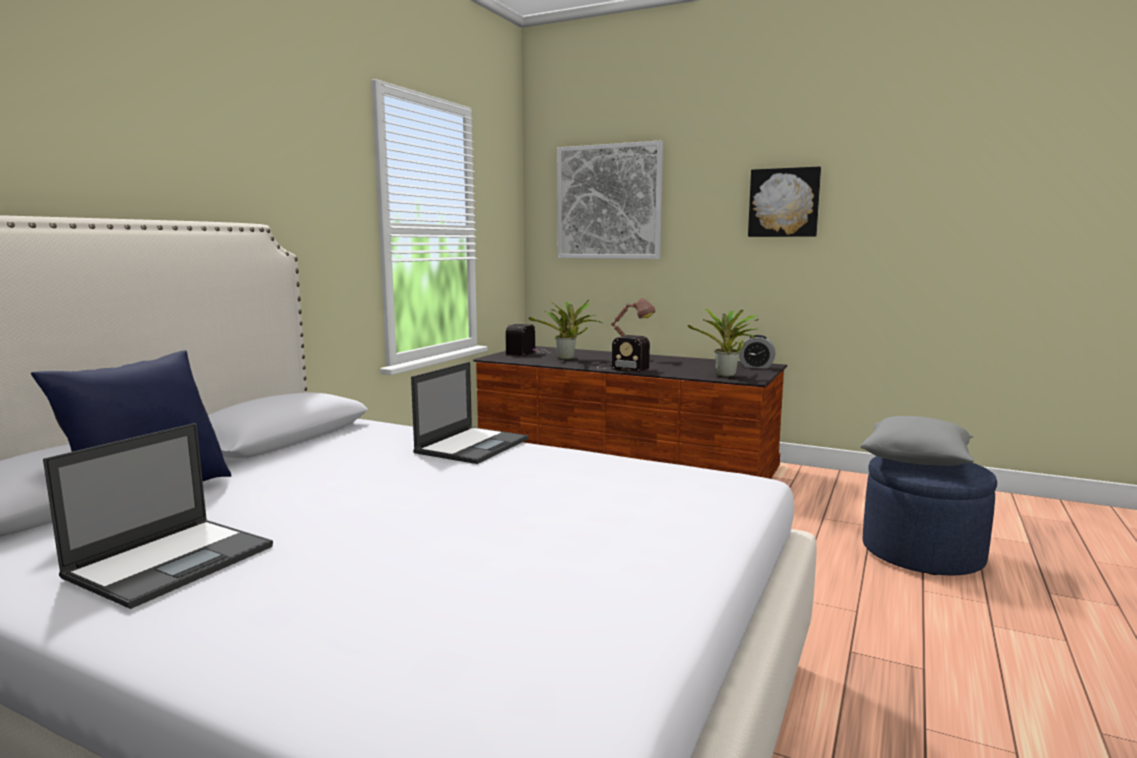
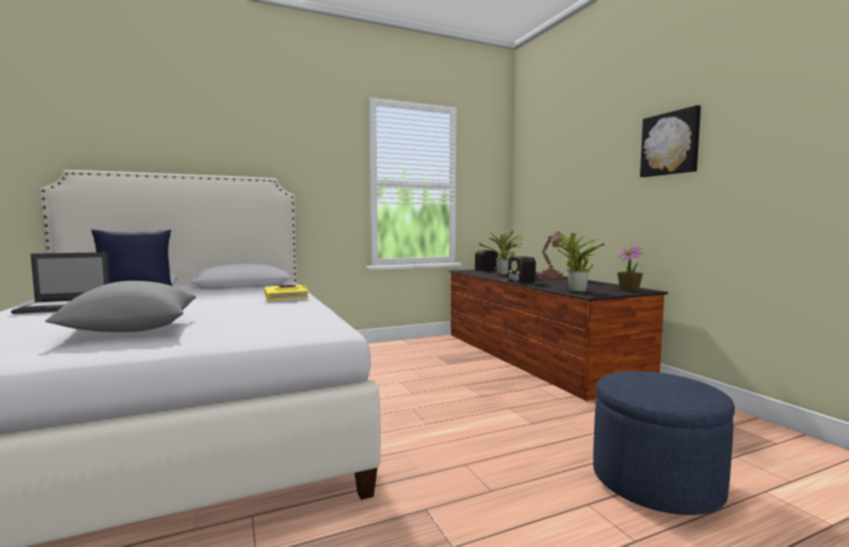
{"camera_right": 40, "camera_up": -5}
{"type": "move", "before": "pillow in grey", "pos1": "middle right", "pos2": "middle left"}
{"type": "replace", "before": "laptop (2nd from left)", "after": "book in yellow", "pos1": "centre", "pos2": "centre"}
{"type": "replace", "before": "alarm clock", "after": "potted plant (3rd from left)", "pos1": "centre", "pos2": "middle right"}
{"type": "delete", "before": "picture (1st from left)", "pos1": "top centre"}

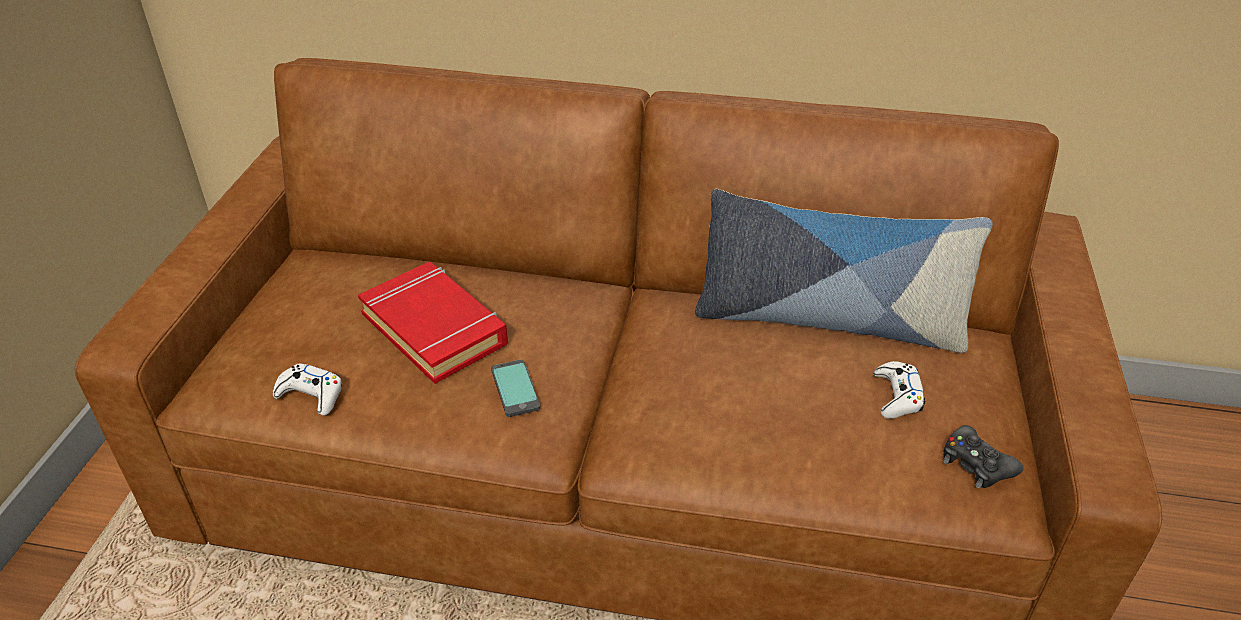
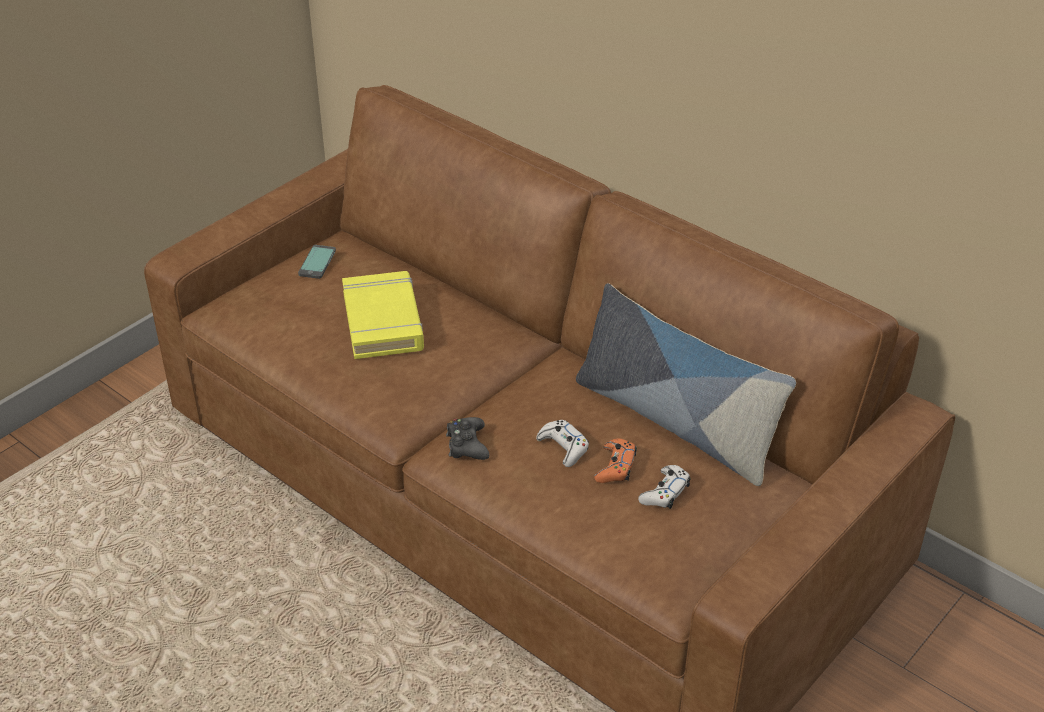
{"camera_right": 30, "camera_up": 0}
{"type": "move", "before": "phone", "pos1": "centre", "pos2": "middle left"}
{"type": "recolor", "before": "book in red", "after": "book in yellow", "pos1": "centre", "pos2": "centre"}
{"type": "move", "before": "game controller in black", "pos1": "bottom right", "pos2": "centre"}
{"type": "move", "before": "game controller in white (1st from left)", "pos1": "middle left", "pos2": "centre"}
{"type": "insert", "after": "game controller in orange", "pos2": "centre"}

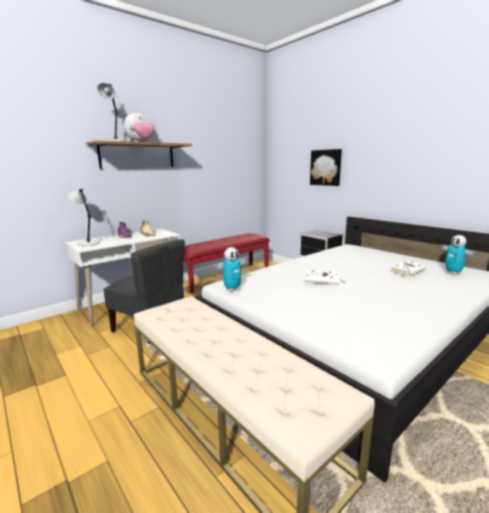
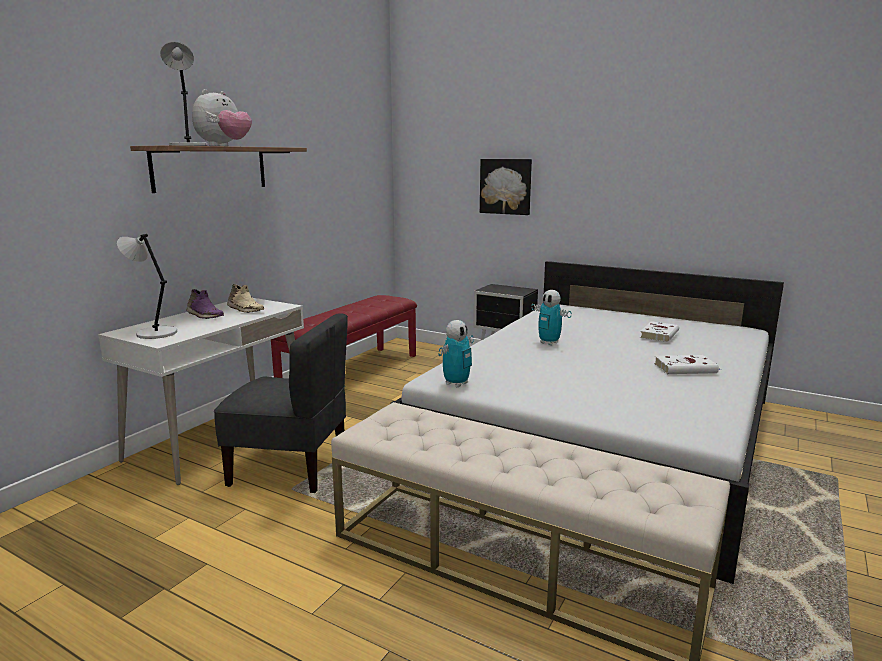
{"camera_right": -20, "camera_up": 0}
{"type": "move", "before": "toy robot (2nd from left)", "pos1": "middle right", "pos2": "centre"}
{"type": "move", "before": "book in white (1st from left in the first image)", "after": "book in white (2nd from left)", "pos1": "centre", "pos2": "middle right"}

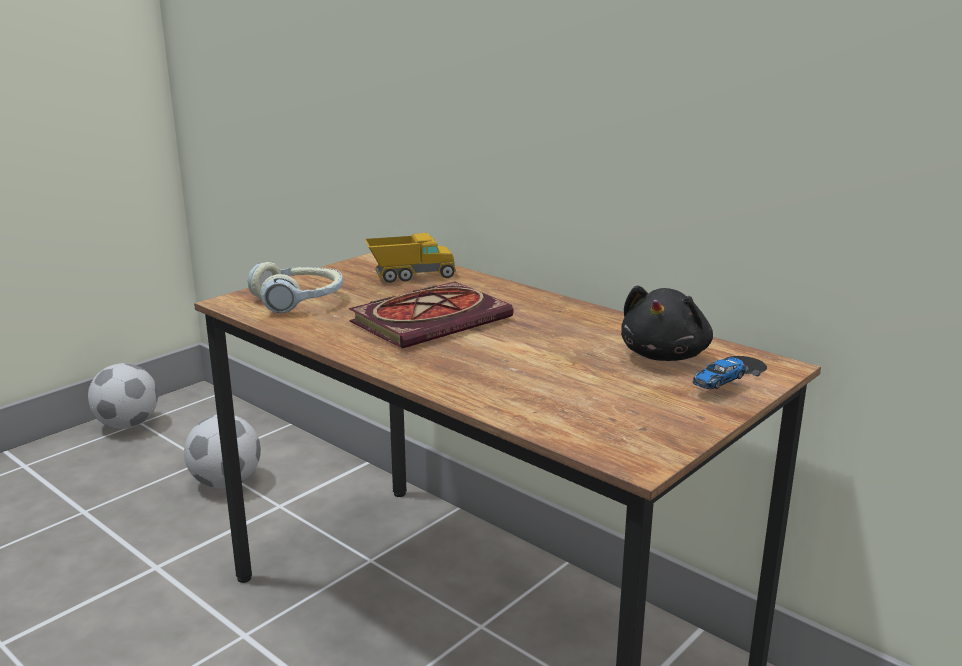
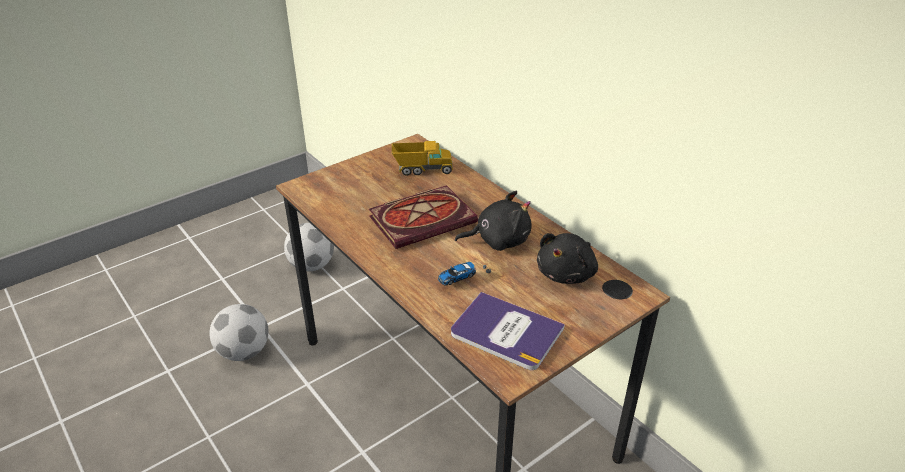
{"camera_right": 10, "camera_up": 15}
{"type": "move", "before": "football (1st from left)", "pos1": "middle left", "pos2": "bottom left"}
{"type": "move", "before": "toy car", "pos1": "middle right", "pos2": "centre"}
{"type": "insert", "after": "book (2nd from left)", "pos2": "bottom centre"}
{"type": "insert", "after": "plush toy in black (1st from left)", "pos2": "centre"}
{"type": "delete", "before": "headphones", "pos1": "middle left"}

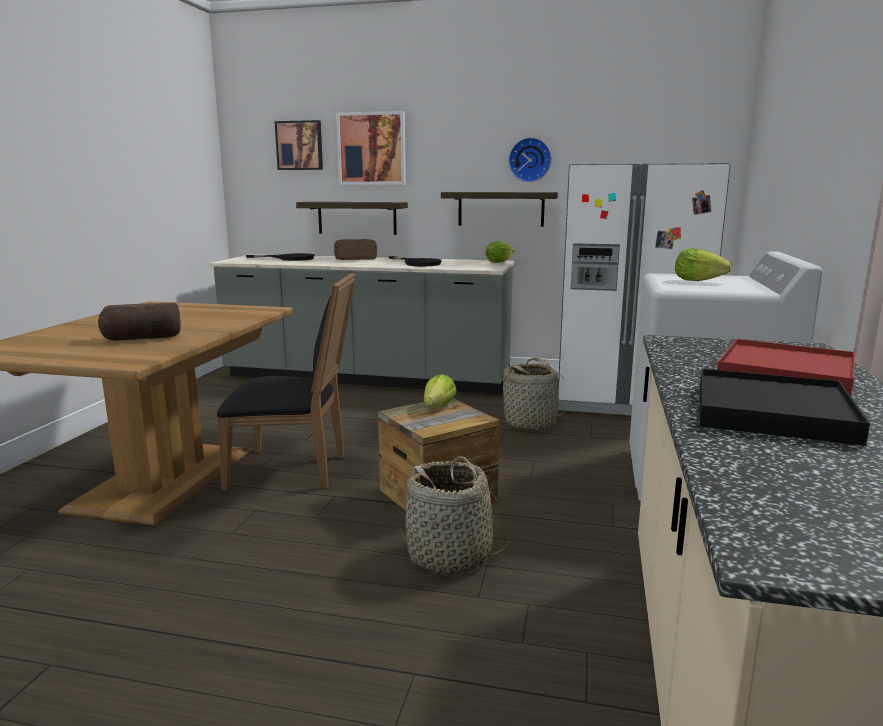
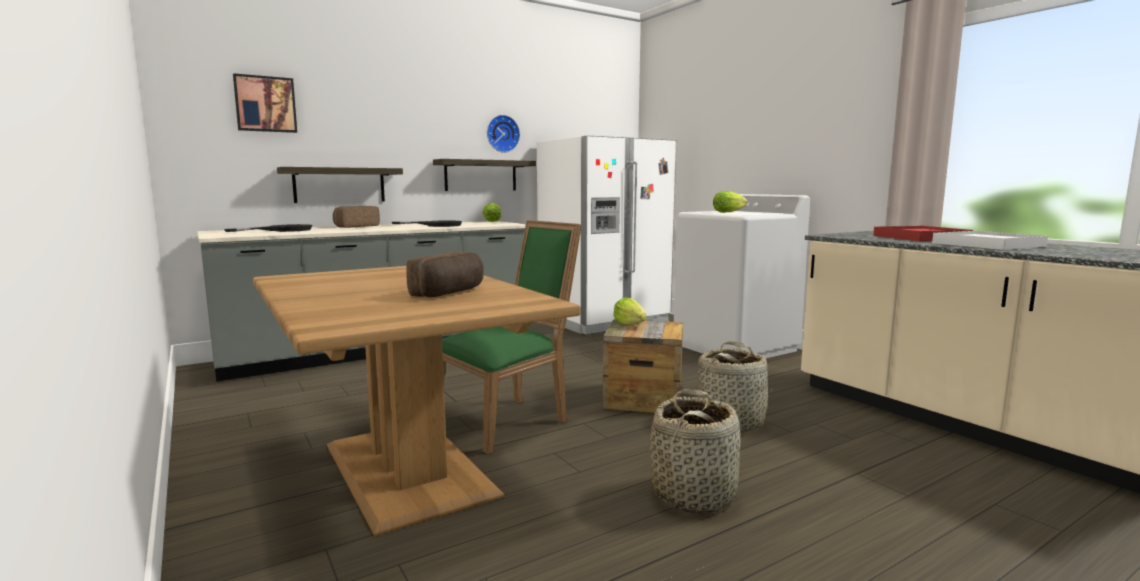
{"camera_right": -45, "camera_up": -5}
{"type": "recolor", "before": "chair in black", "after": "chair in green", "pos1": "middle left", "pos2": "centre"}
{"type": "move", "before": "basket (2nd from left in the first image)", "after": "basket (1st from left)", "pos1": "centre", "pos2": "bottom centre"}
{"type": "recolor", "before": "tray in black", "after": "tray in white", "pos1": "middle right", "pos2": "middle right"}
{"type": "delete", "before": "picture (2nd from left)", "pos1": "top centre"}

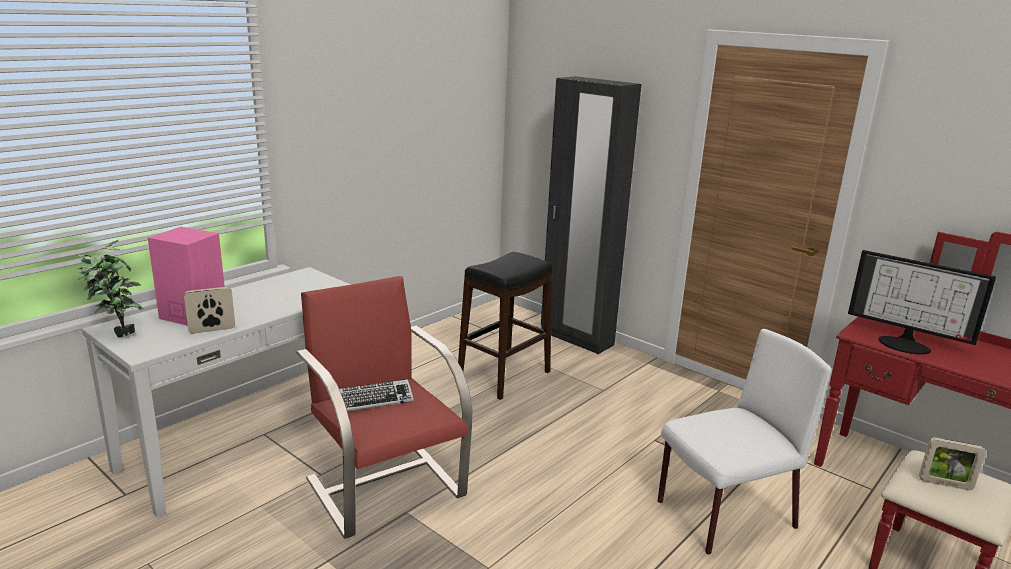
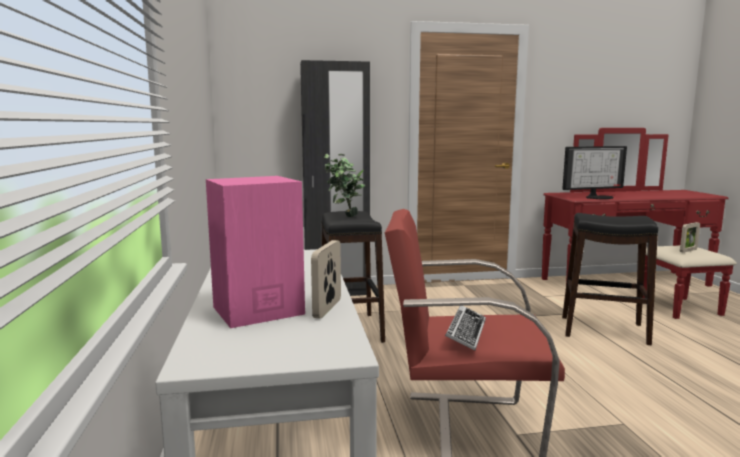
{"camera_right": -50, "camera_up": -10}
{"type": "move", "before": "potted plant", "pos1": "middle left", "pos2": "centre"}
{"type": "replace", "before": "chair in white", "after": "stool in black (2nd from left)", "pos1": "bottom right", "pos2": "middle right"}

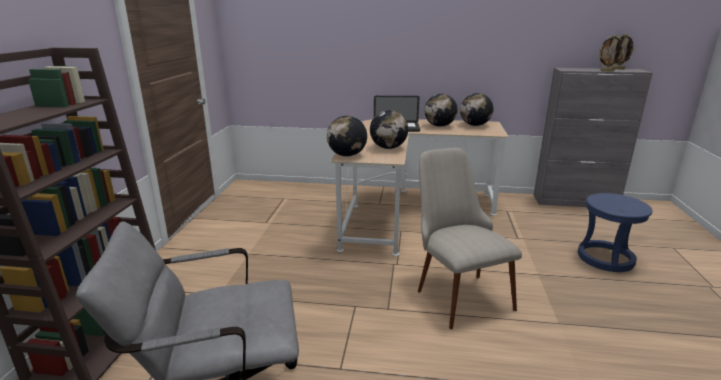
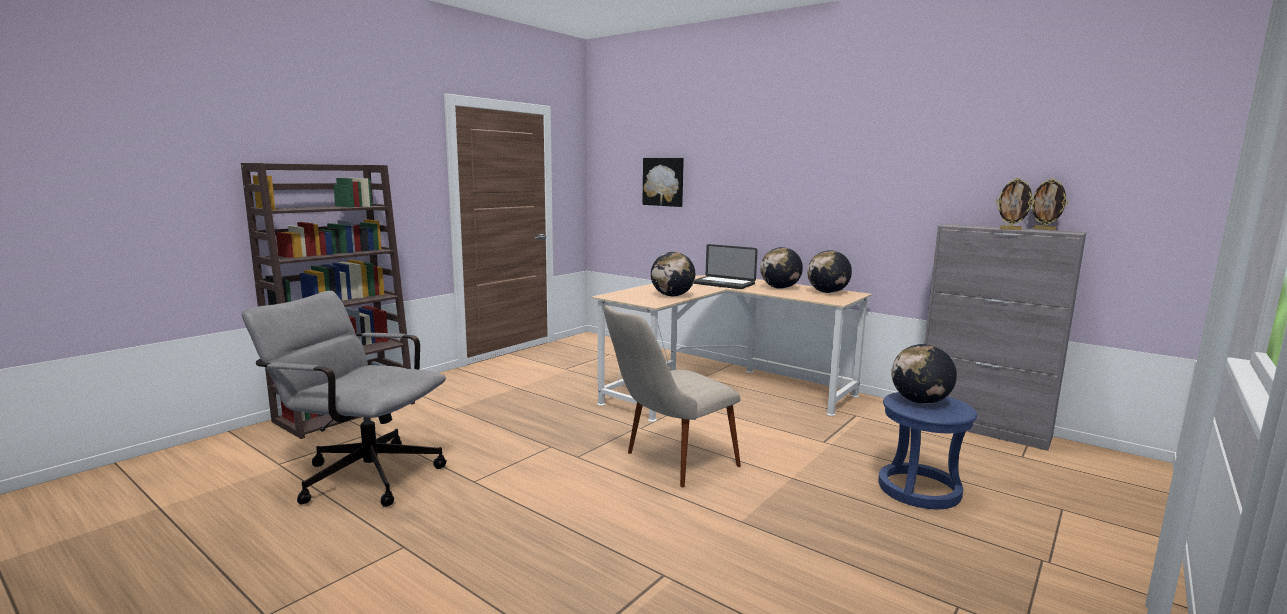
{"camera_right": 30, "camera_up": -10}
{"type": "rotate", "before": "chair in beige", "pos1": "centre", "pos2": "centre", "turn": -135}
{"type": "insert", "after": "picture", "pos2": "top centre"}
{"type": "move", "before": "globe (1st from left in the first image)", "after": "globe (4th from left)", "pos1": "centre", "pos2": "middle right"}

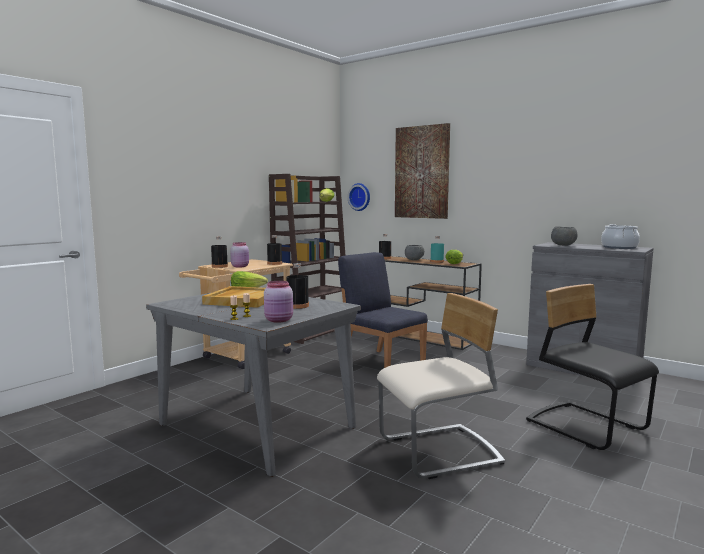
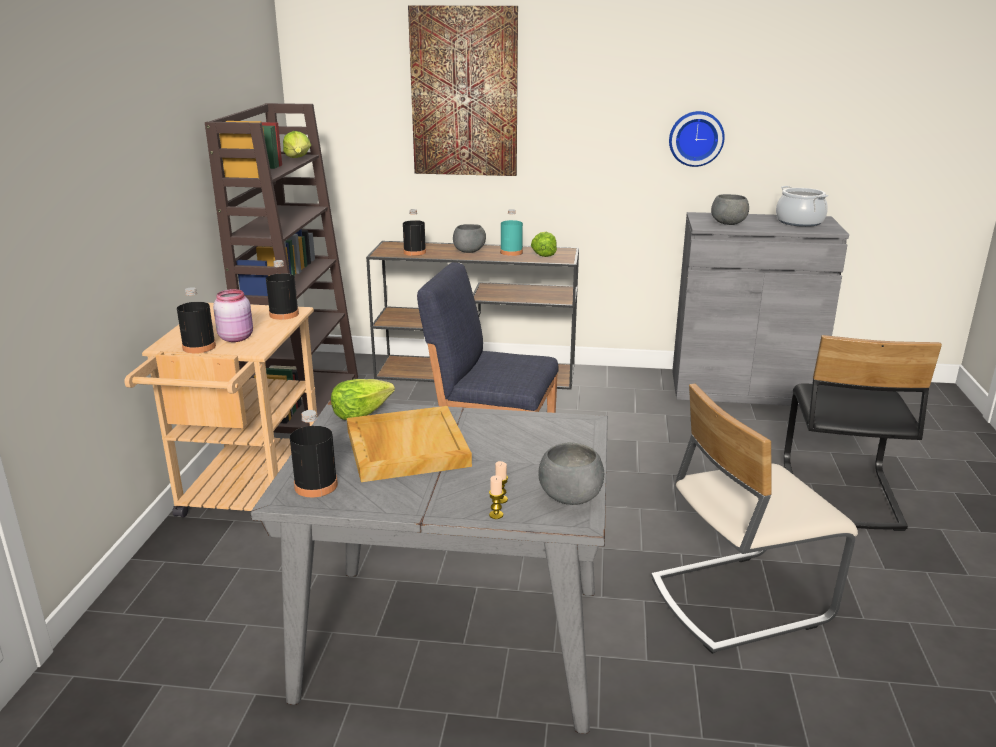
{"camera_right": -30, "camera_up": 15}
{"type": "move", "before": "bottle in black (3rd from left)", "pos1": "centre", "pos2": "middle left"}
{"type": "replace", "before": "jar in pink (2nd from left)", "after": "bowl in grey (2nd from left)", "pos1": "centre", "pos2": "centre"}
{"type": "rotate", "before": "chair in beige", "pos1": "bottom centre", "pos2": "bottom right", "turn": -150}
{"type": "move", "before": "wall clock", "pos1": "centre", "pos2": "top right"}
{"type": "rotate", "before": "chair in black", "pos1": "middle right", "pos2": "middle right", "turn": -105}

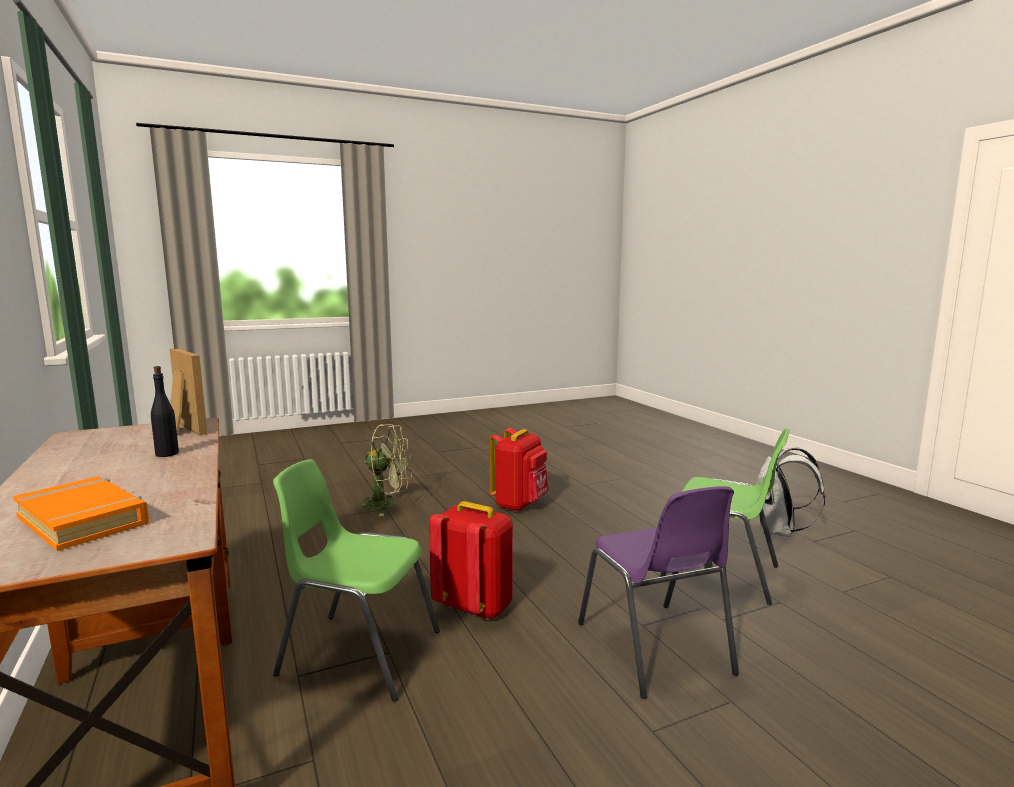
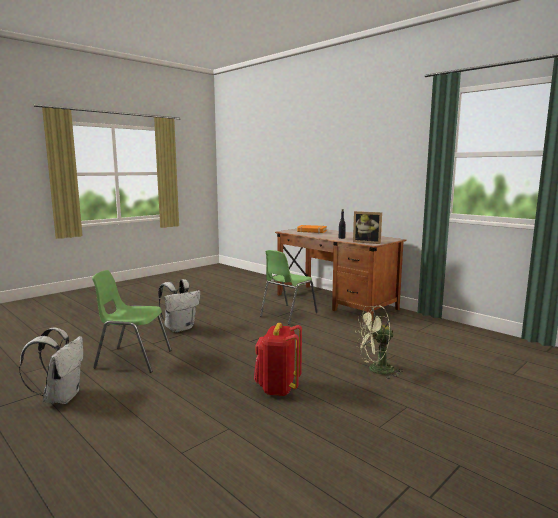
{"camera_right": 160, "camera_up": 0}
{"type": "replace", "before": "chair in purple", "after": "backpack in white (2nd from left)", "pos1": "bottom centre", "pos2": "middle left"}
{"type": "rotate", "before": "chair in green (1st from left in the first image)", "pos1": "bottom centre", "pos2": "centre", "turn": 135}
{"type": "delete", "before": "backpack in red (1st from left)", "pos1": "bottom centre"}

